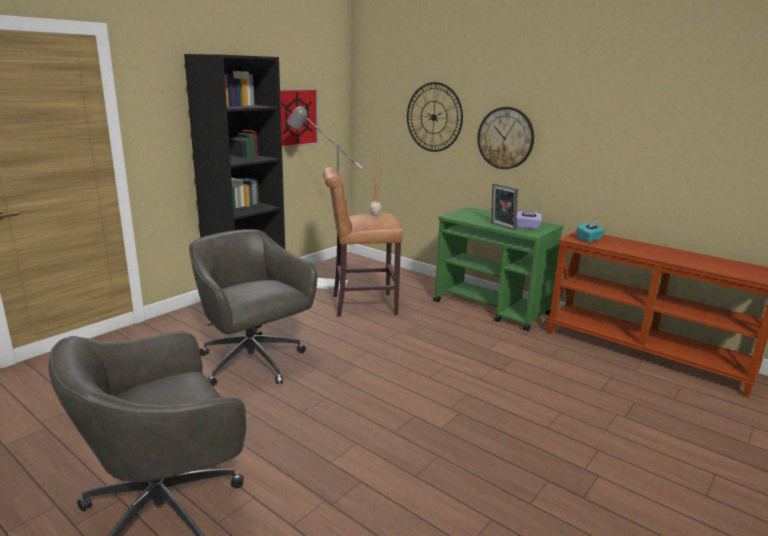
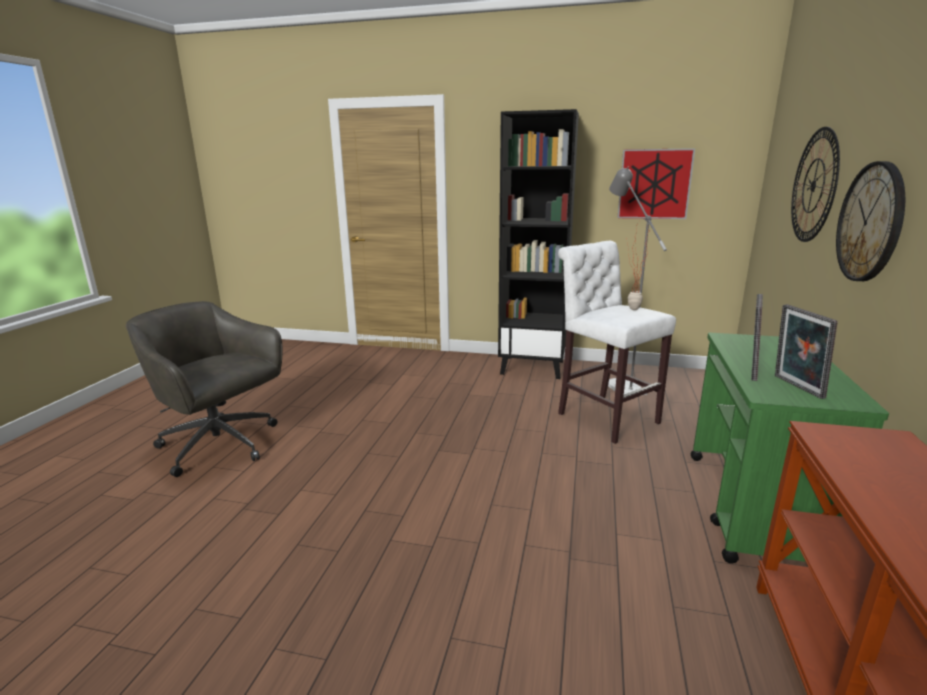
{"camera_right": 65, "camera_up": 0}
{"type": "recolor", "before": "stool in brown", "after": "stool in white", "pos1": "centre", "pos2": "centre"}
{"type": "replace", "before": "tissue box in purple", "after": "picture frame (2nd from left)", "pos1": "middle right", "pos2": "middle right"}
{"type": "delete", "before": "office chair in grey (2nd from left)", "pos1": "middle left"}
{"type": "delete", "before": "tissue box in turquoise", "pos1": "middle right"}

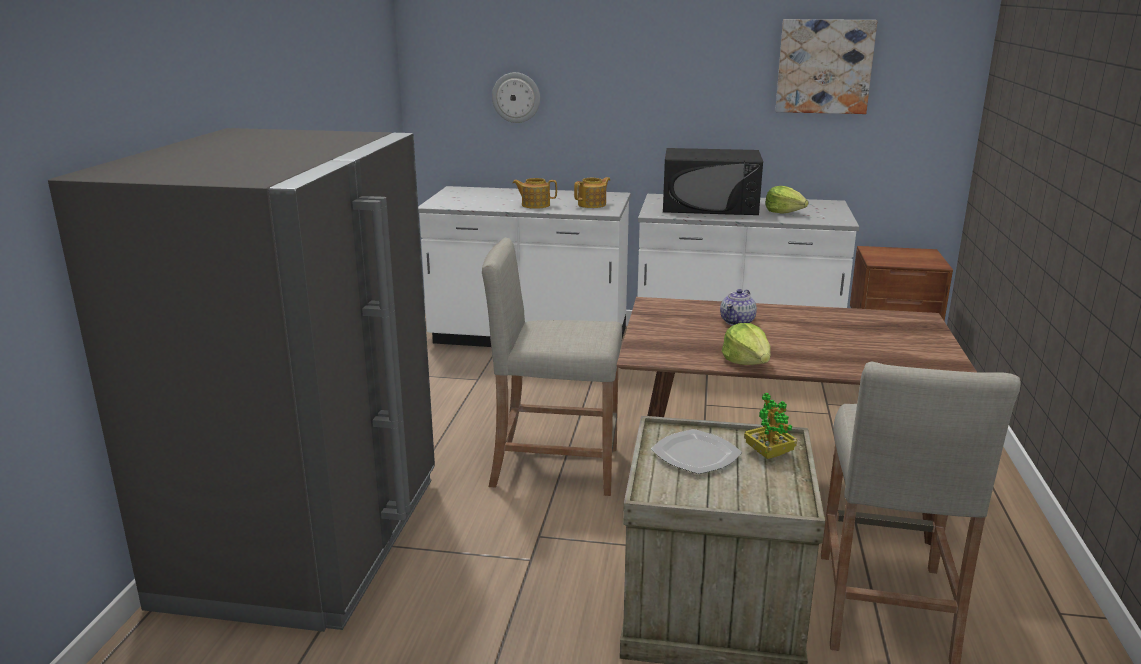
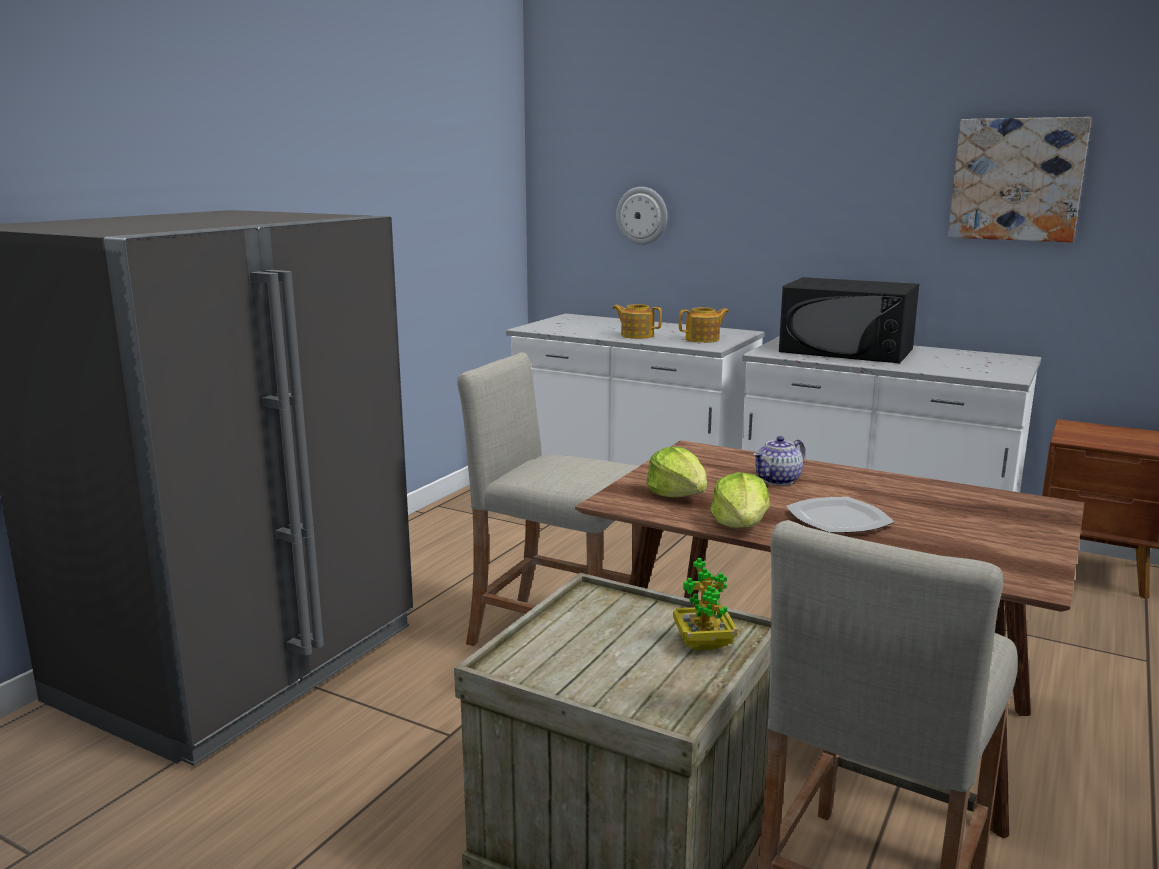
{"camera_right": 20, "camera_up": -5}
{"type": "move", "before": "lettuce (2nd from left in the first image)", "after": "lettuce (1st from left)", "pos1": "top right", "pos2": "centre"}
{"type": "move", "before": "plate", "pos1": "bottom centre", "pos2": "middle right"}

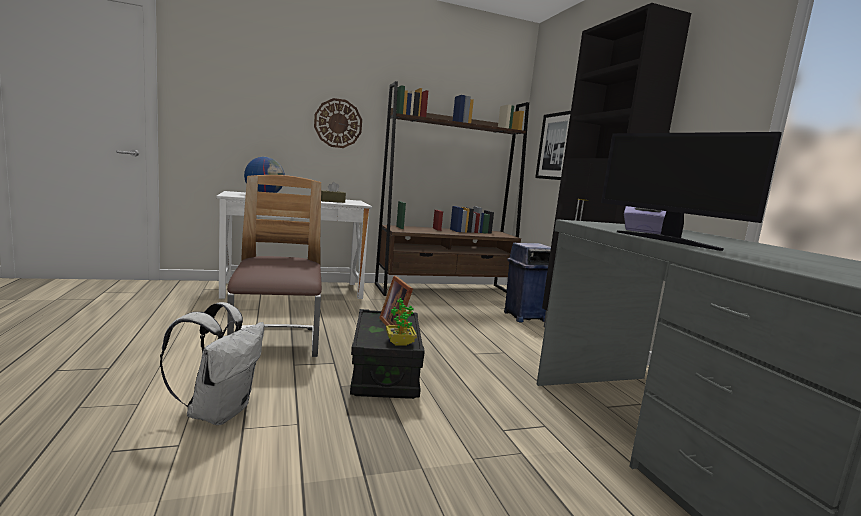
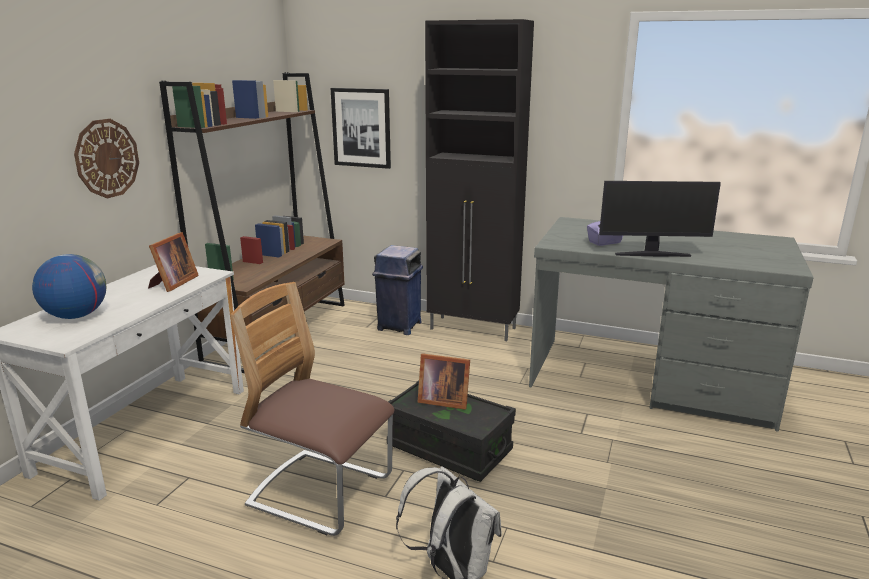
{"camera_right": -50, "camera_up": 10}
{"type": "replace", "before": "tissue box in brown", "after": "picture frame (1st from left)", "pos1": "centre", "pos2": "middle left"}
{"type": "delete", "before": "potted plant", "pos1": "centre"}

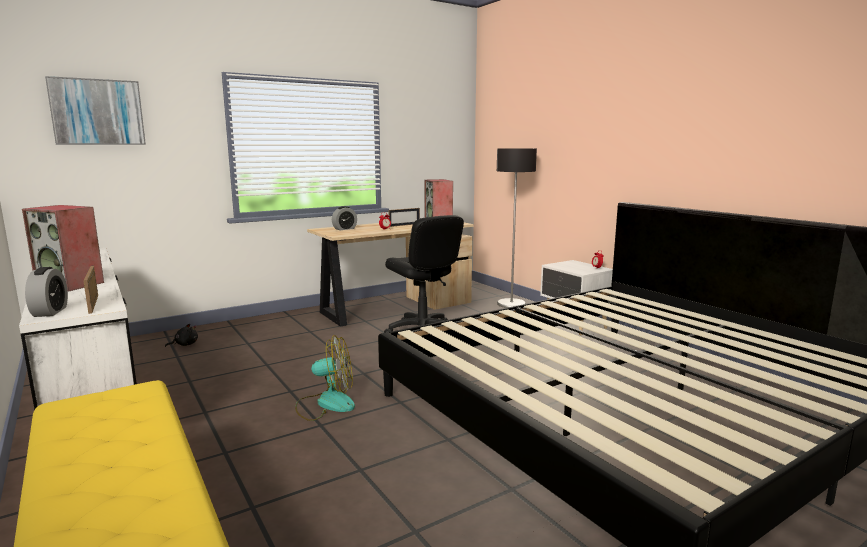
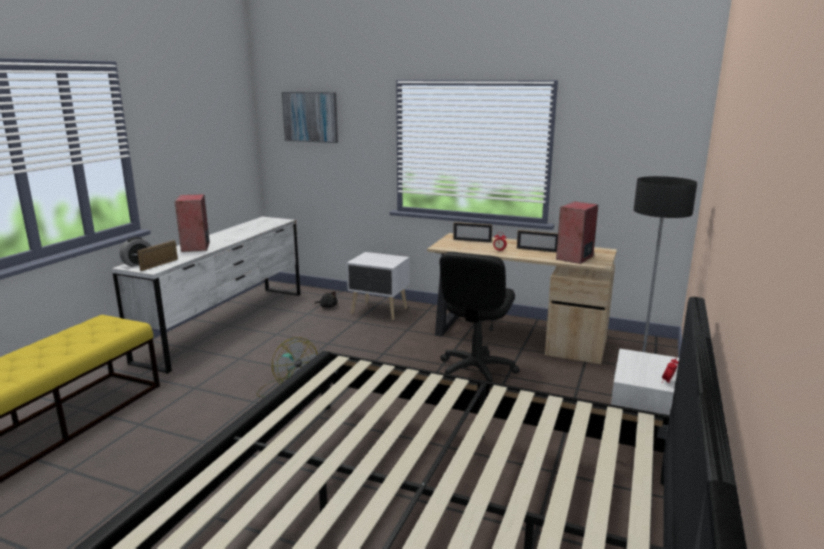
{"camera_right": 55, "camera_up": 5}
{"type": "insert", "after": "nightstand in white (1st from left)", "pos2": "centre"}
{"type": "replace", "before": "alarm clock (2nd from left)", "after": "picture frame (2nd from left)", "pos1": "centre", "pos2": "centre"}

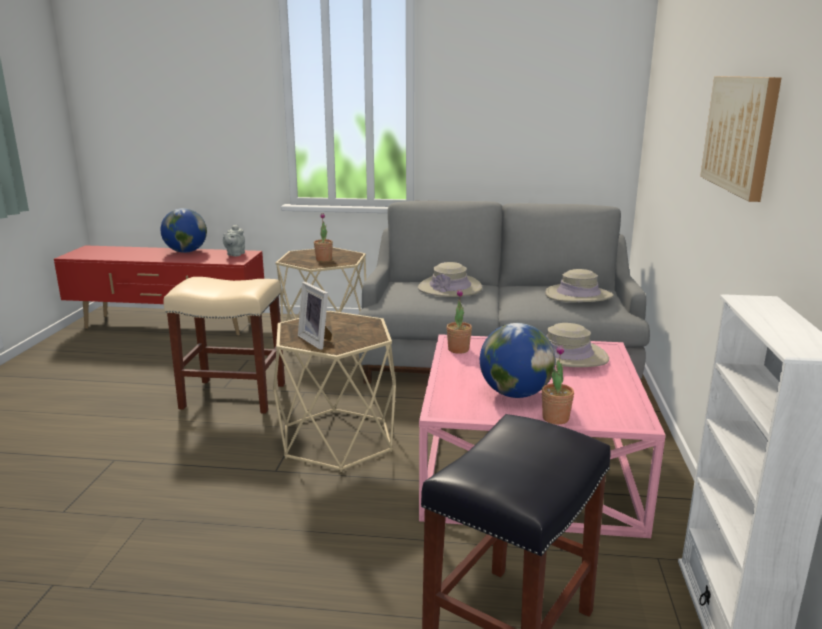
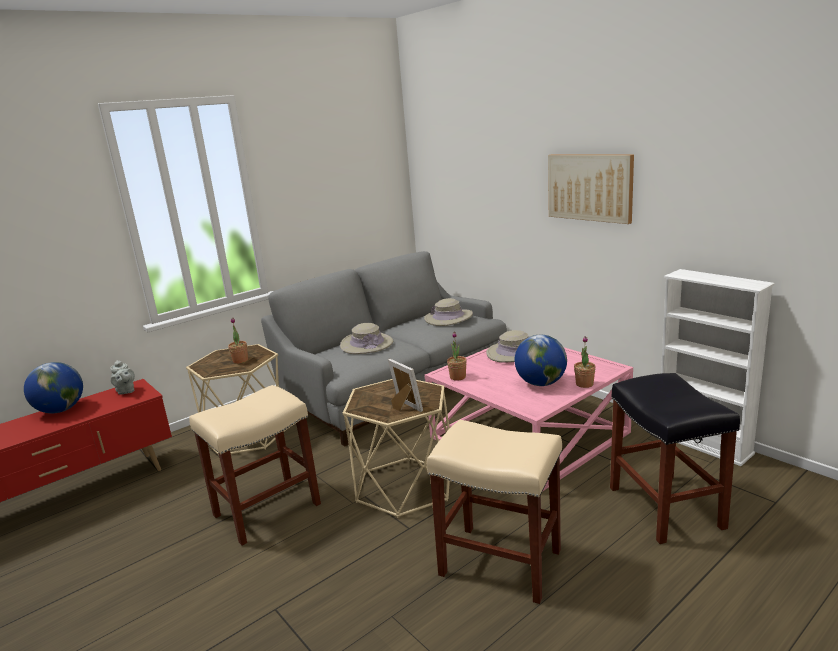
{"camera_right": -45, "camera_up": 0}
{"type": "rotate", "before": "picture frame", "pos1": "centre", "pos2": "centre", "turn": -135}
{"type": "insert", "after": "stool in beige (2nd from left)", "pos2": "bottom centre"}

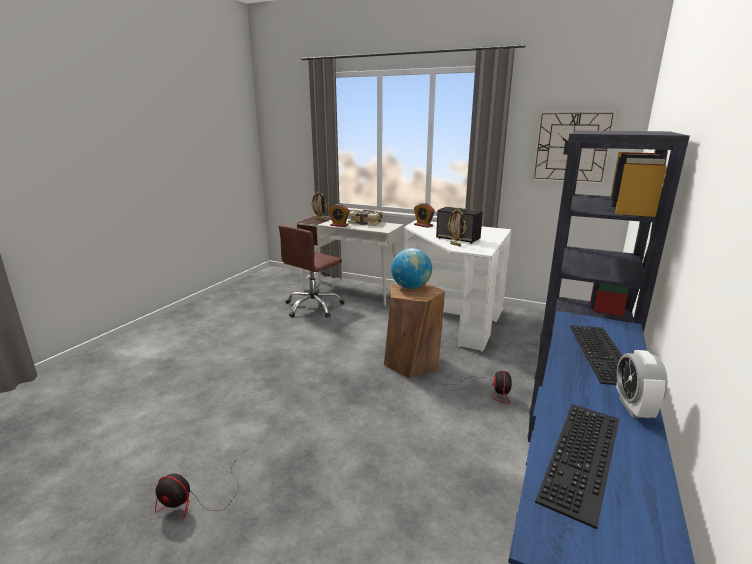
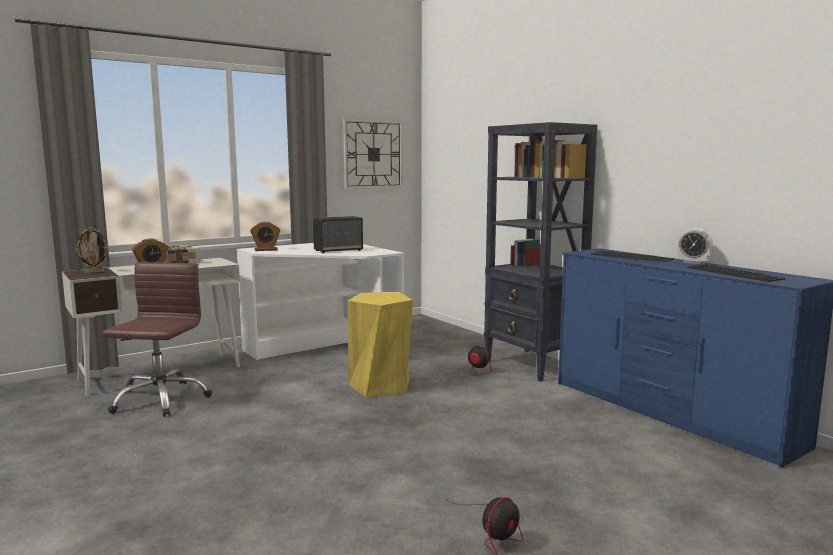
{"camera_right": -60, "camera_up": -10}
{"type": "rotate", "before": "office chair in brown", "pos1": "centre", "pos2": "middle left", "turn": -150}
{"type": "recolor", "before": "stool in brown", "after": "stool in yellow", "pos1": "centre", "pos2": "centre"}
{"type": "delete", "before": "globe", "pos1": "centre"}
{"type": "delete", "before": "picture frame (2nd from left)", "pos1": "centre"}

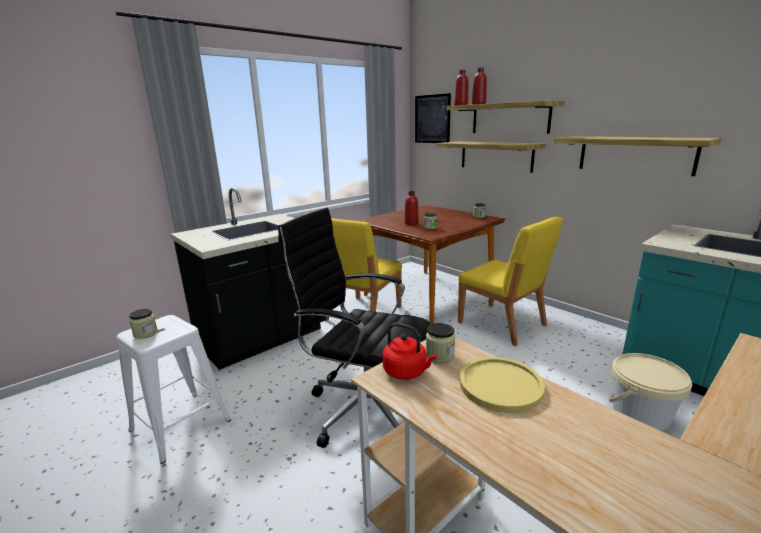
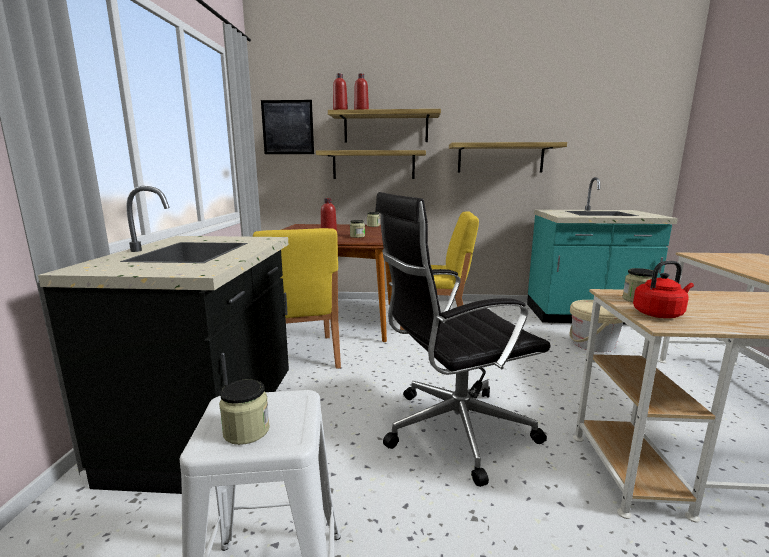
{"camera_right": -45, "camera_up": -5}
{"type": "delete", "before": "plate in yellow", "pos1": "bottom centre"}

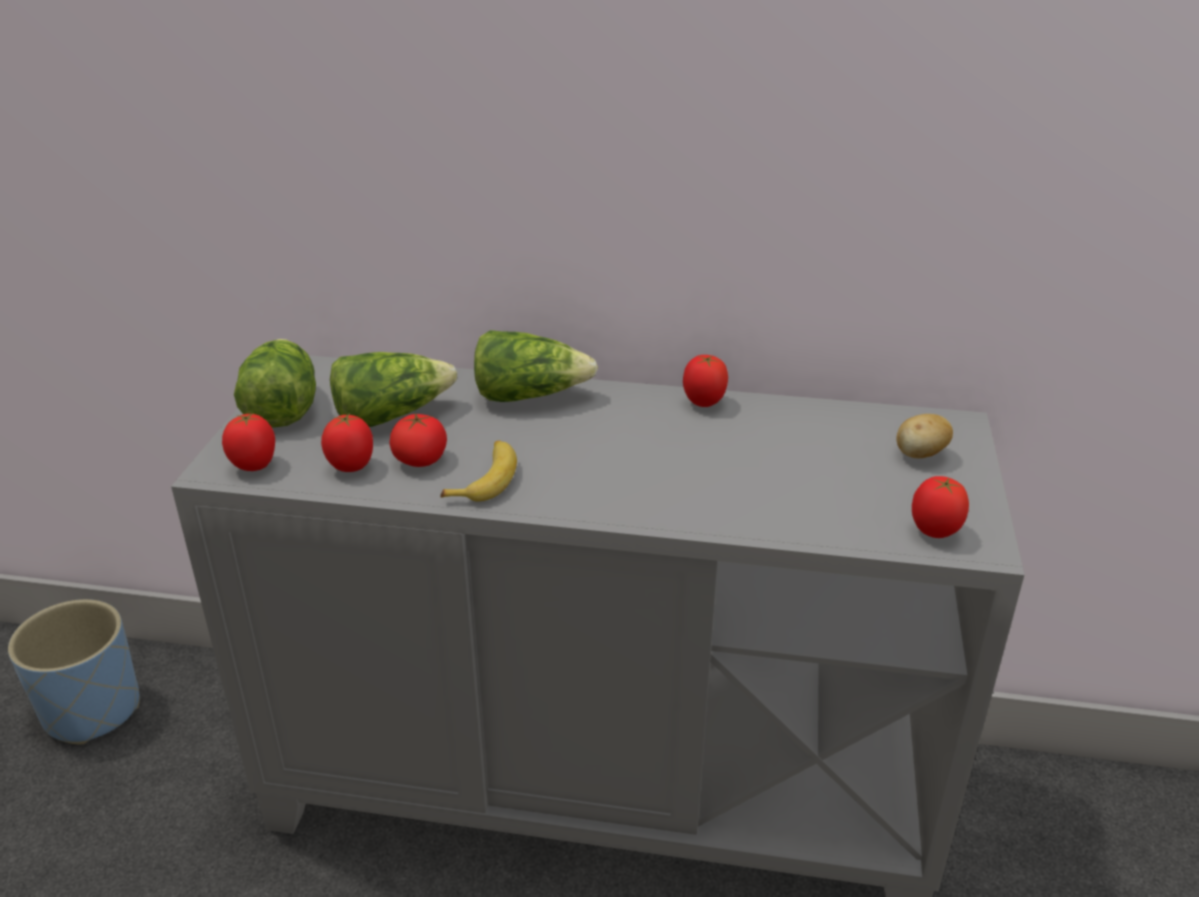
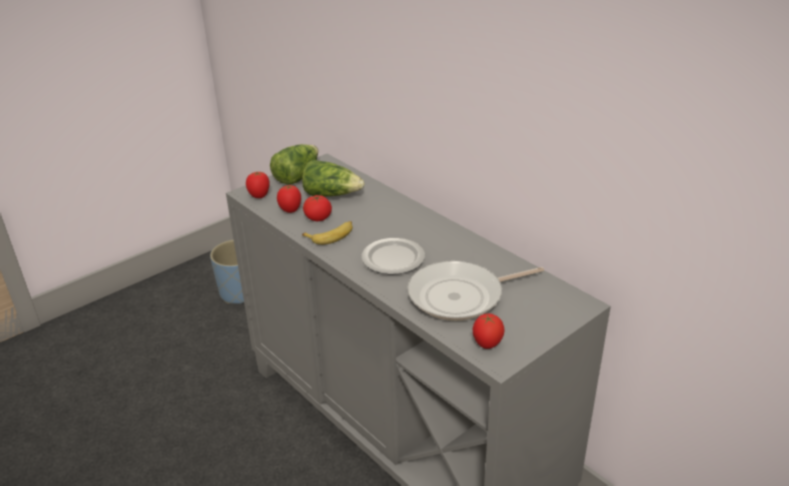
{"camera_right": 40, "camera_up": 0}
{"type": "insert", "after": "plate", "pos2": "centre"}
{"type": "insert", "after": "frying pan", "pos2": "centre"}
{"type": "delete", "before": "lettuce (3rd from left)", "pos1": "centre"}
{"type": "delete", "before": "tomato (4th from left)", "pos1": "centre"}
{"type": "delete", "before": "potato", "pos1": "middle right"}

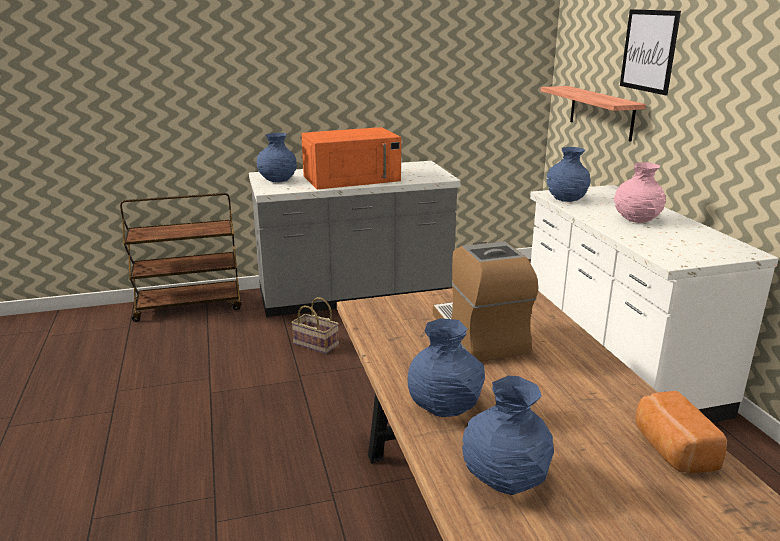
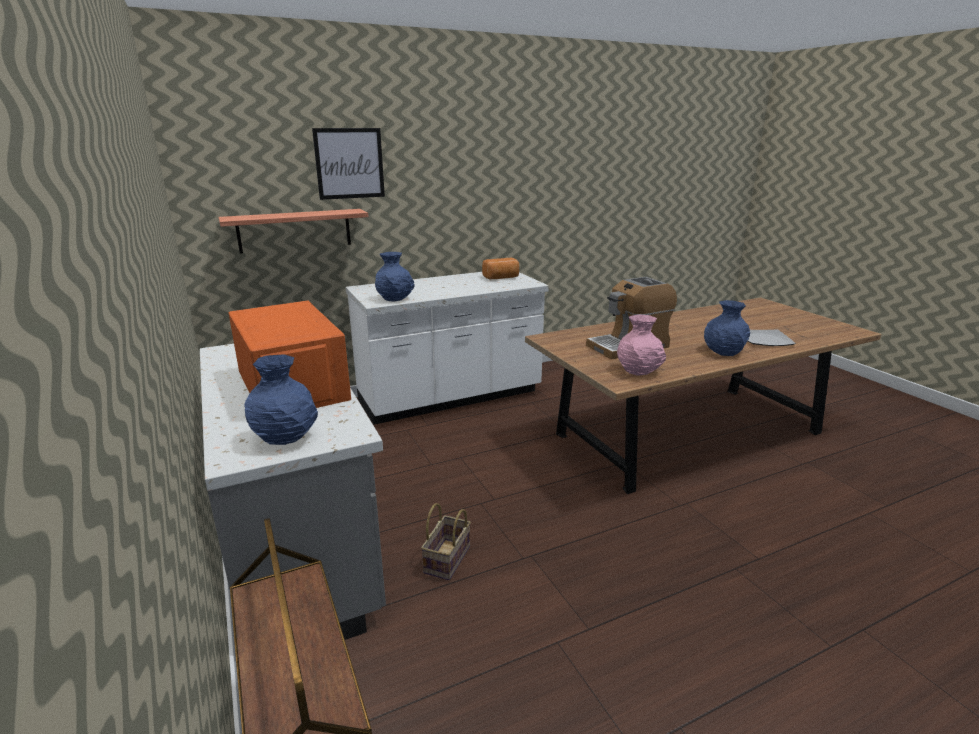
{"camera_right": -100, "camera_up": 0}
{"type": "move", "before": "bread", "pos1": "bottom right", "pos2": "centre"}
{"type": "move", "before": "vase in pink", "pos1": "middle right", "pos2": "centre"}
{"type": "replace", "before": "vase in blue (3rd from left)", "after": "plate", "pos1": "bottom centre", "pos2": "middle right"}

